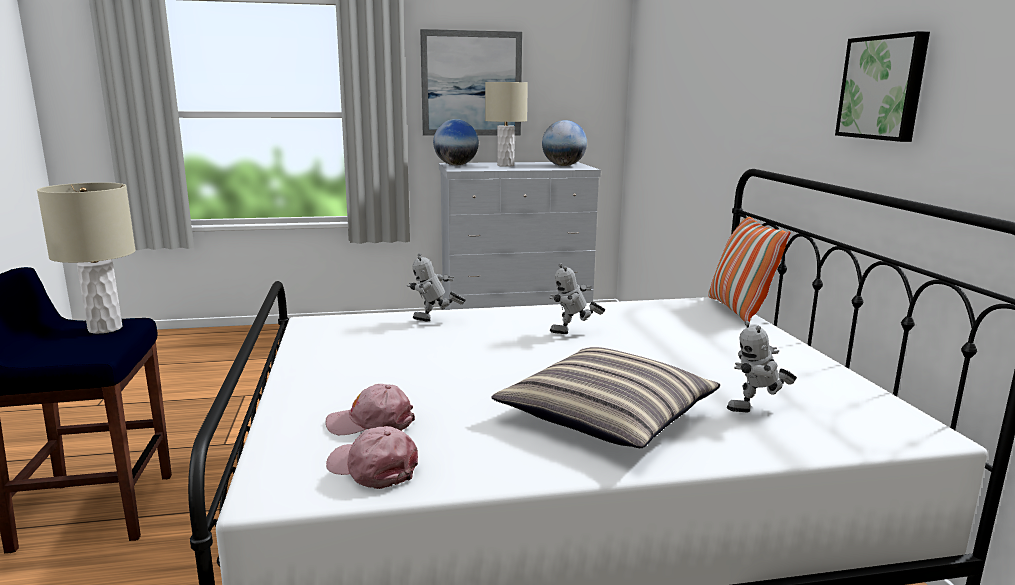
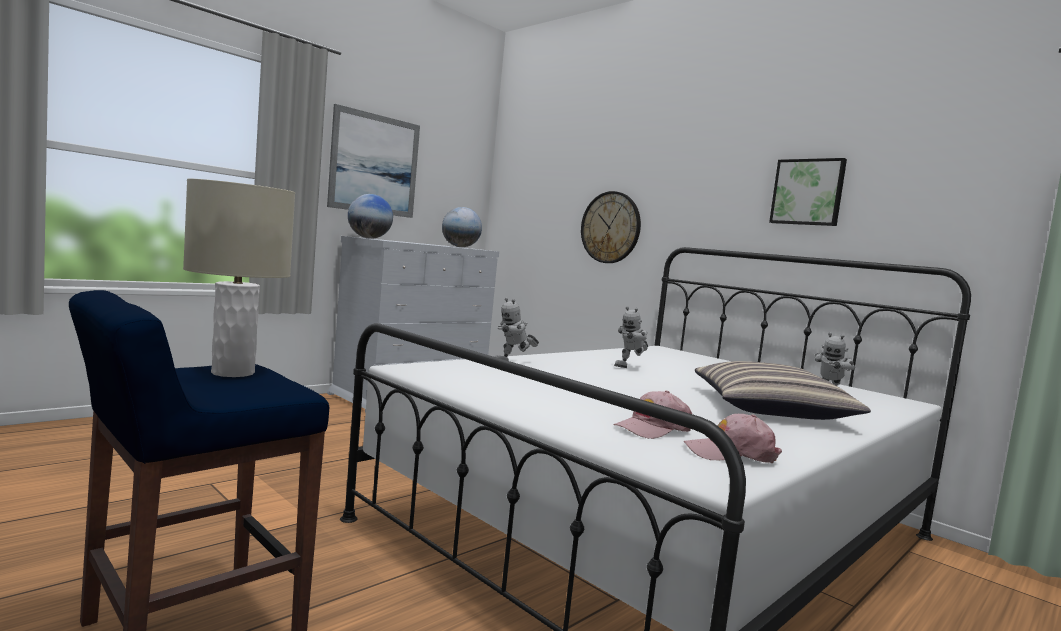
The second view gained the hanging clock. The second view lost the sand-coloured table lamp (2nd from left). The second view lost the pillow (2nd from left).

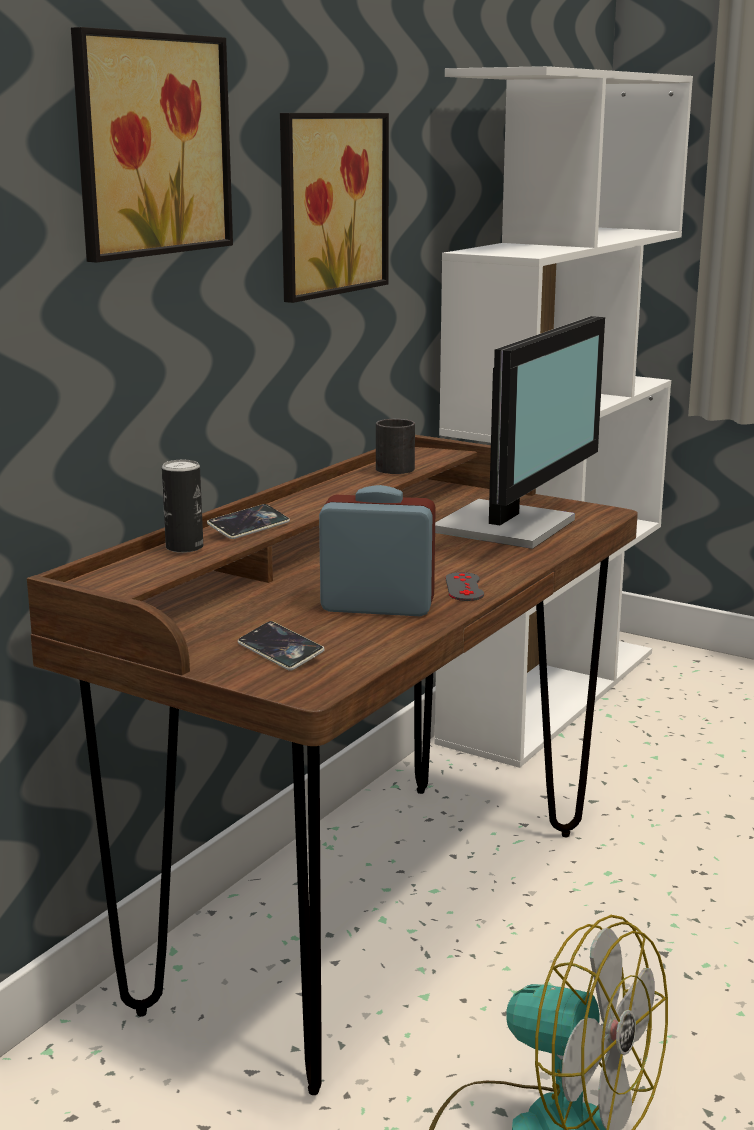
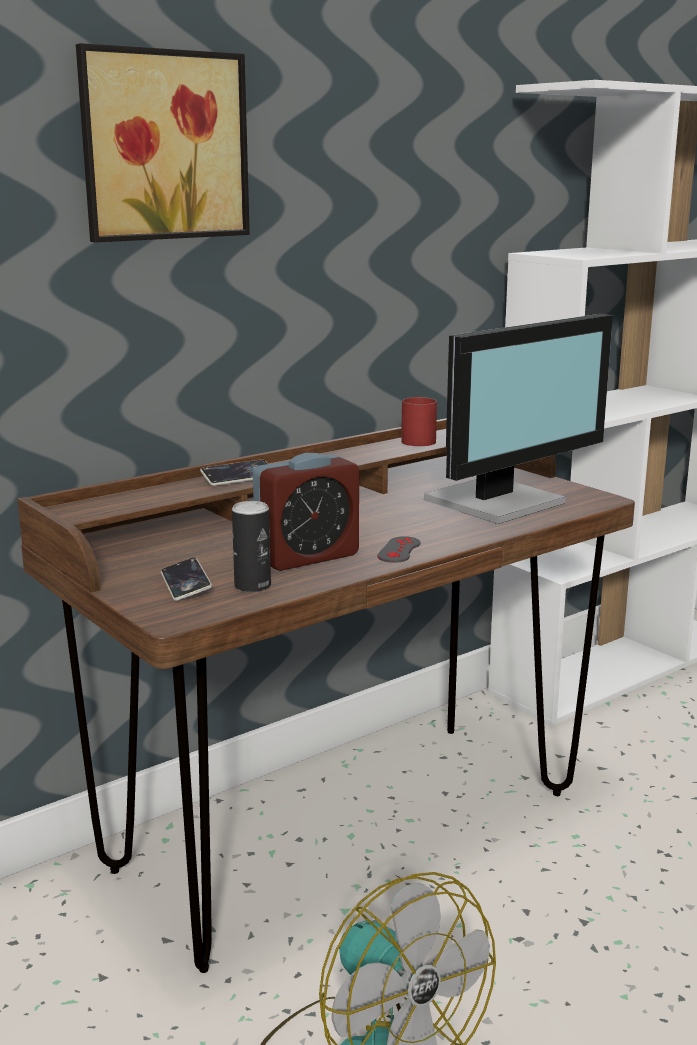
The can ended up elsewhere. The bedside clock ended up facing another way, 120 degrees clockwise from before. What was the black mug turned into the reddish mug. The second view lost the wall art (2nd from left).

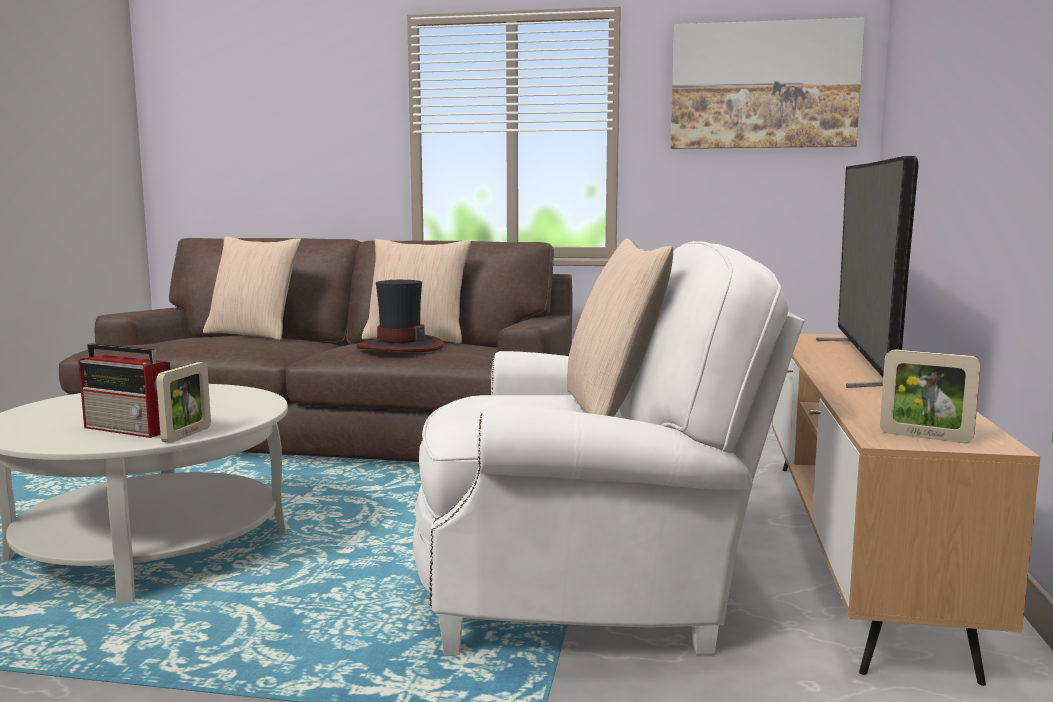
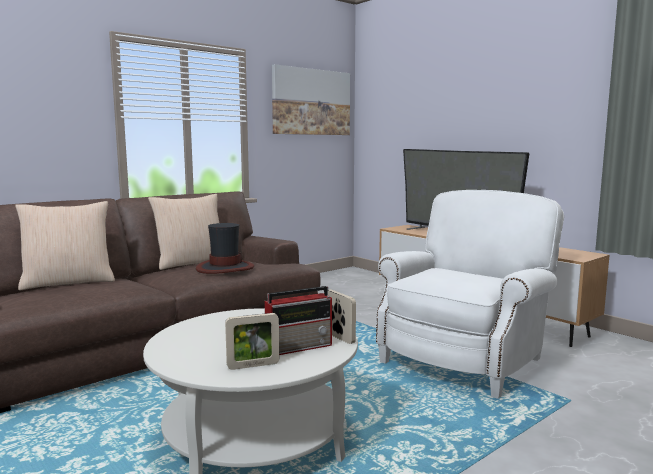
The photo frame (2nd from left in the first image) ended up elsewhere. The second view lost the sand-coloured pillow (3rd from left).

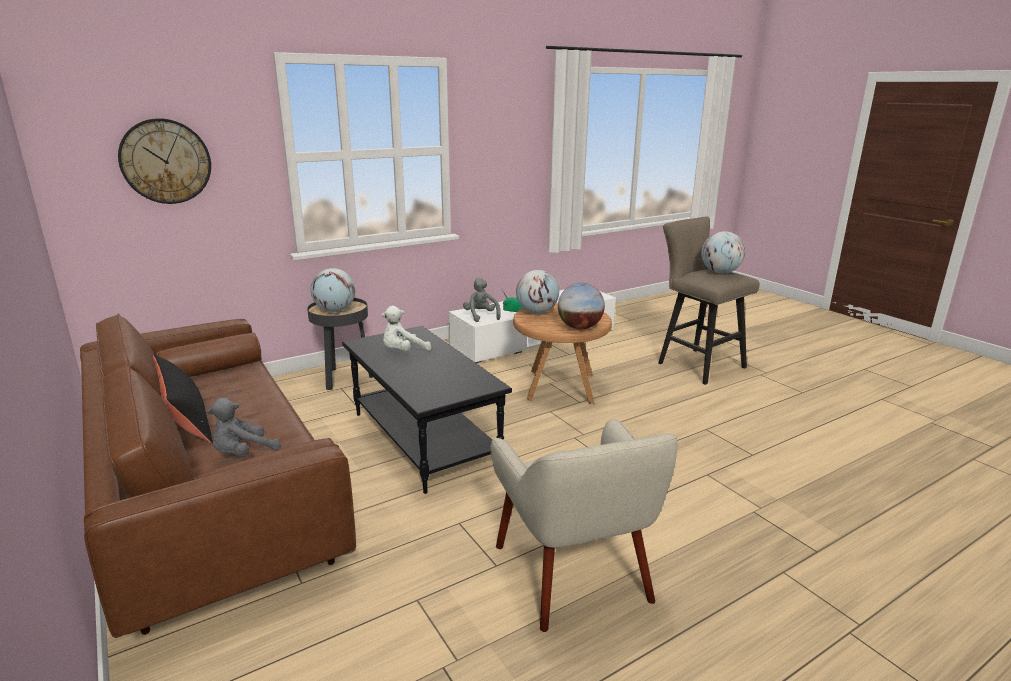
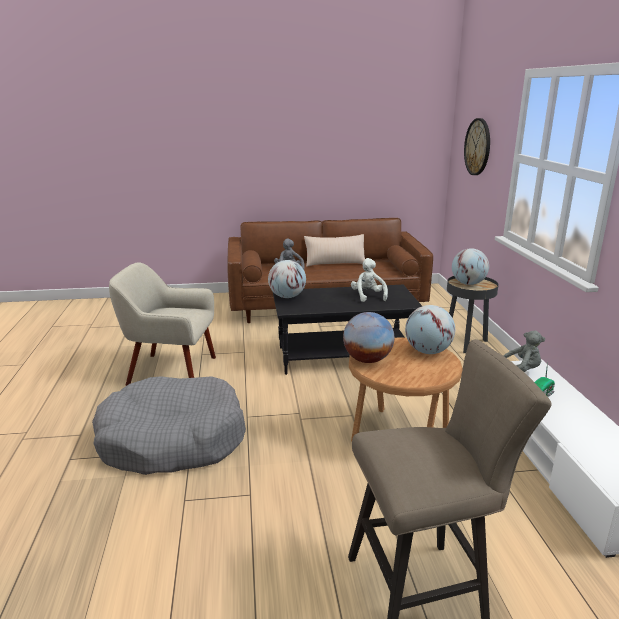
The second view gained the grey dog cushion. The globe (4th from left in the first image) ended up elsewhere. What was the black pillow turned into the sand-coloured pillow.

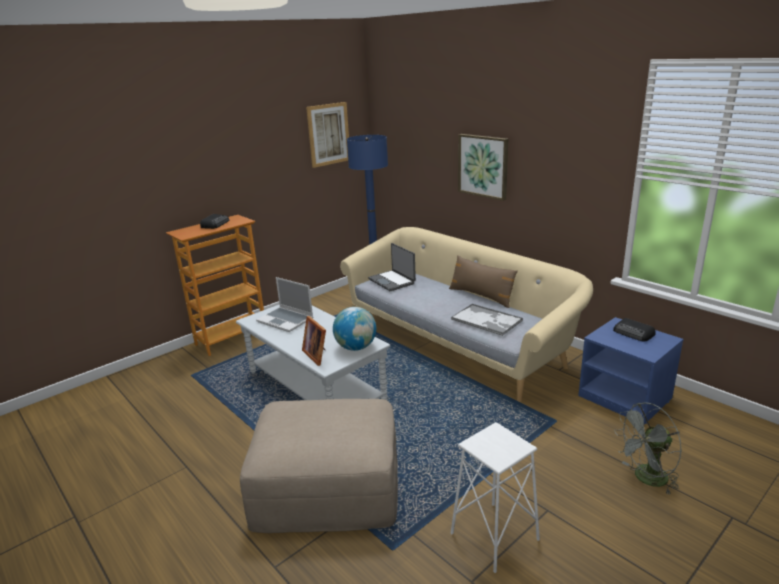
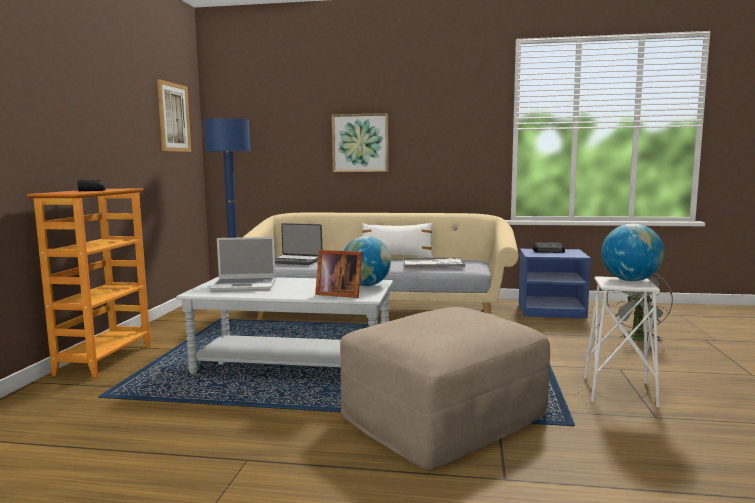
What was the brownish pillow turned into the whitish pillow. The second view gained the globe (2nd from left).

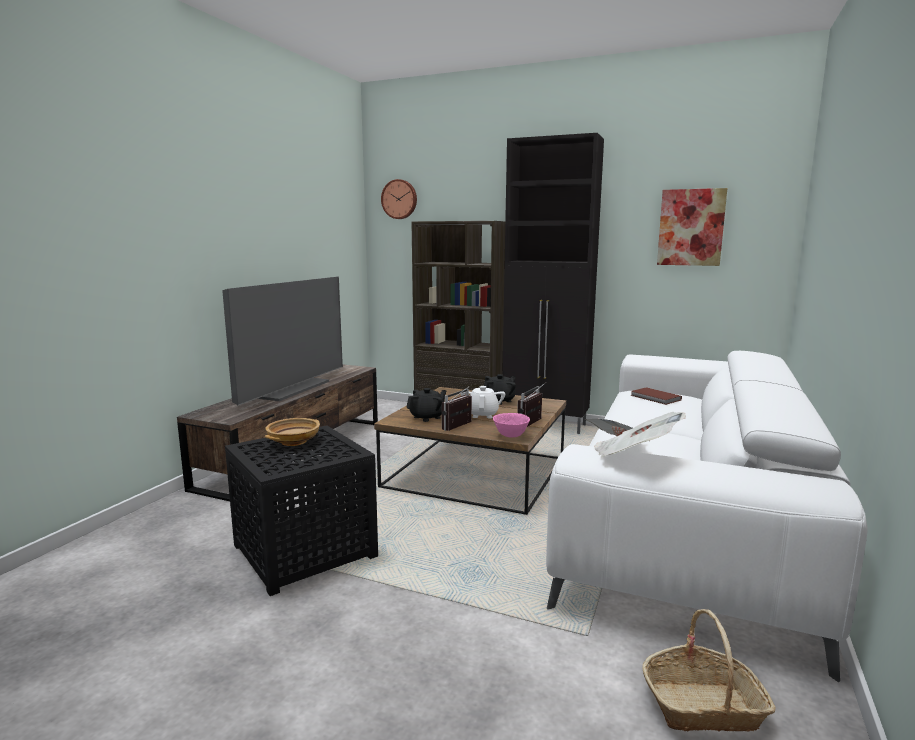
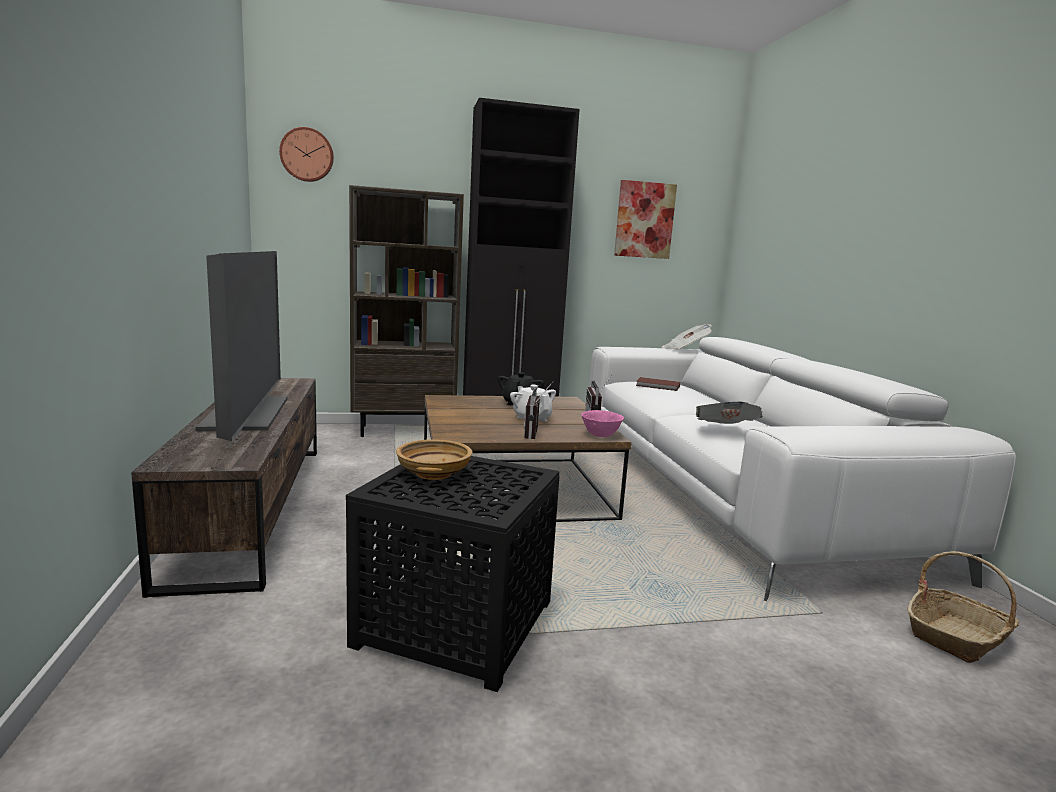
The newspaper (2nd from left in the first image) ended up elsewhere. The second view lost the black pot for tea (1st from left).

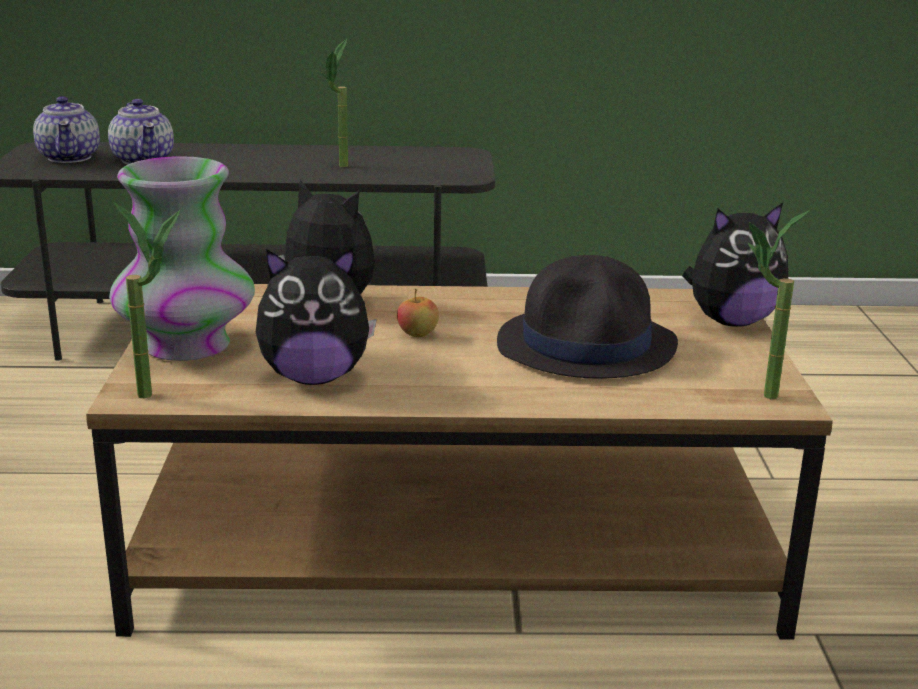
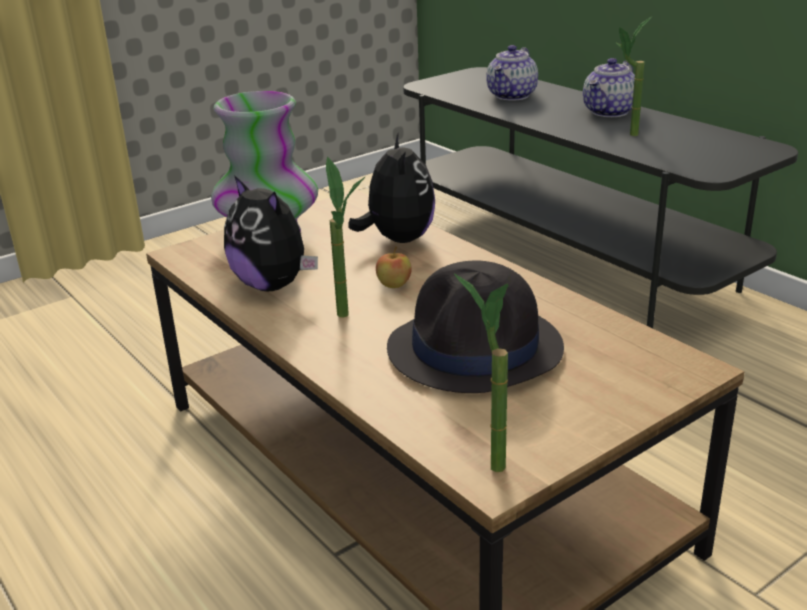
The houseplant (1st from left) ended up elsewhere. The pot for tea (1st from left in the first image) ended up elsewhere. The second view lost the soft toy (3rd from left).

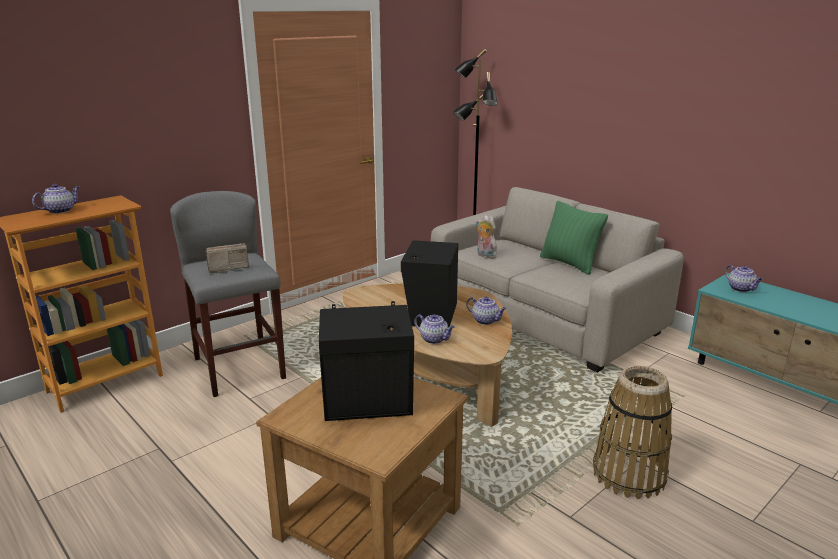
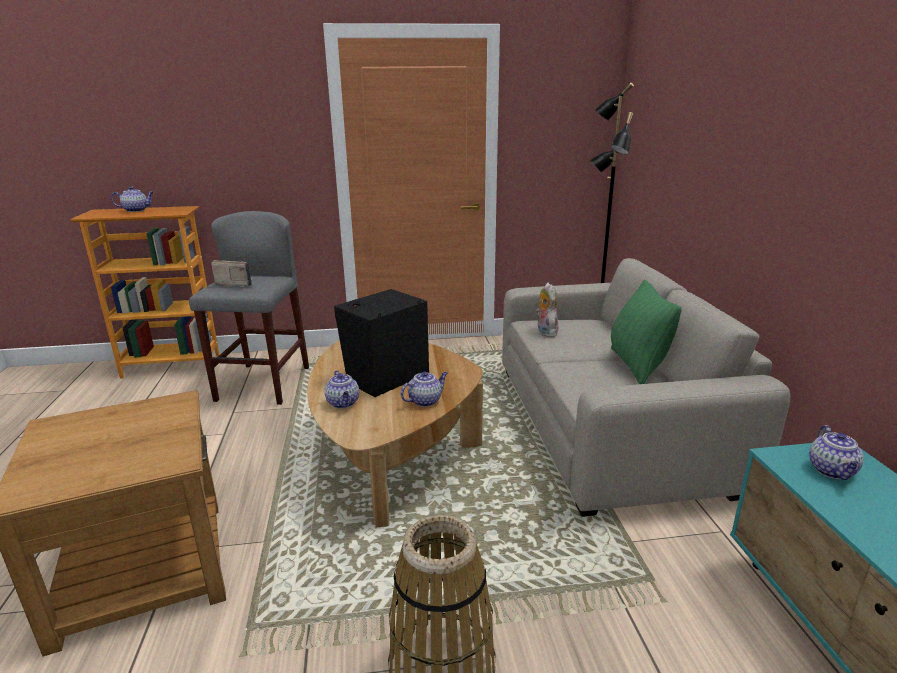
The pot for tea (3rd from left) ended up facing another way, 105 degrees counterclockwise from before. The second view lost the black loudspeaker (1st from left).

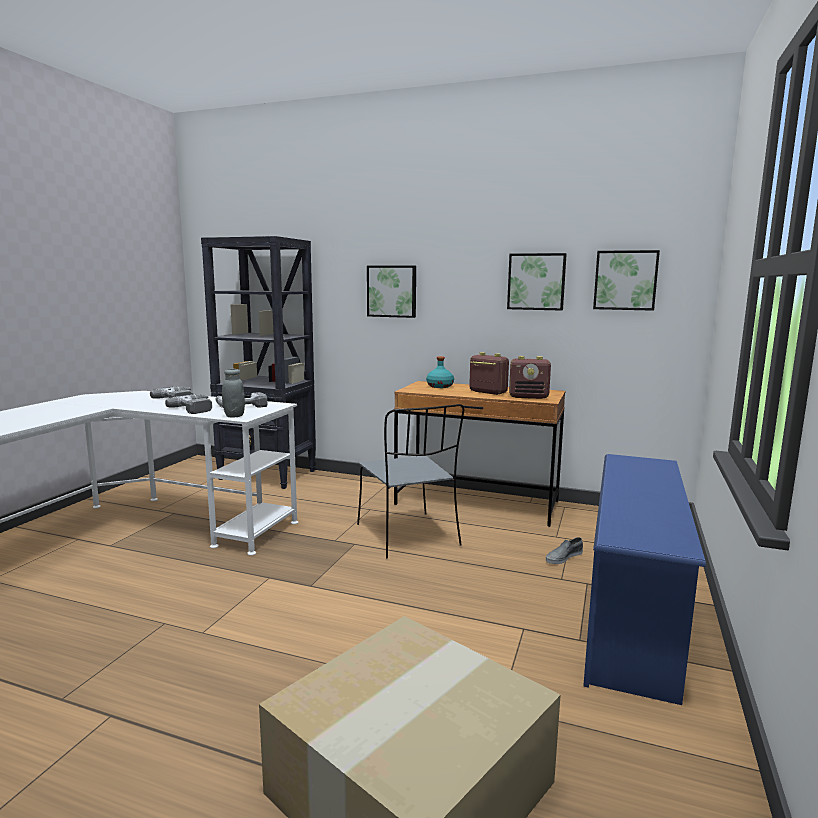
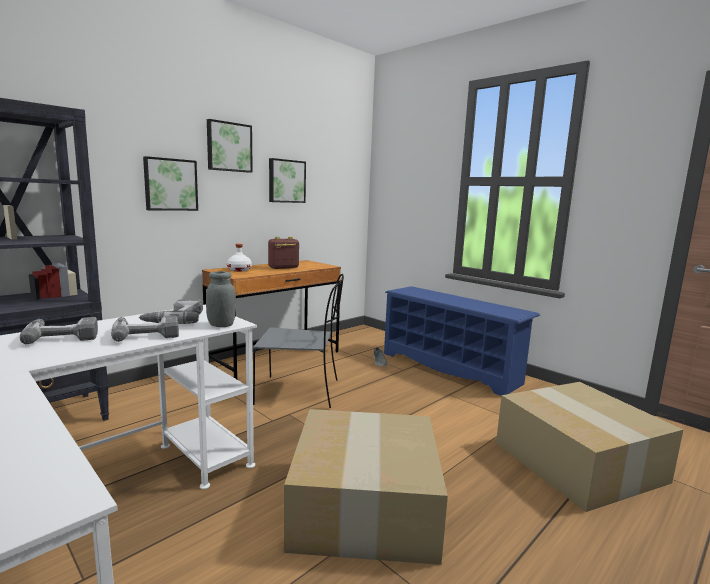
The wall art (3rd from left in the first image) ended up elsewhere. What was the turquoise bottle turned into the whitish bottle. The second view gained the carton (1st from left). The second view lost the radio receiver (2nd from left).

